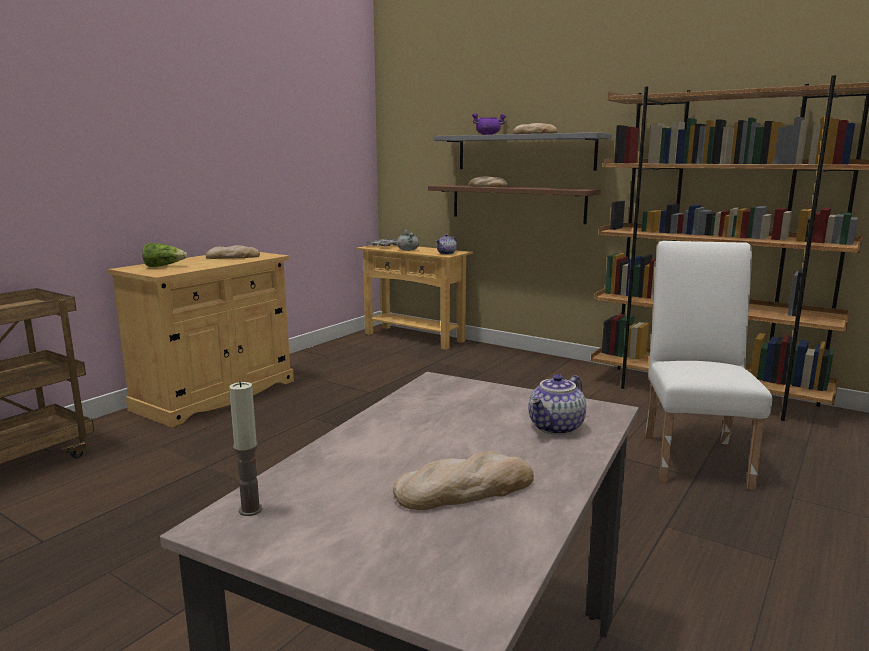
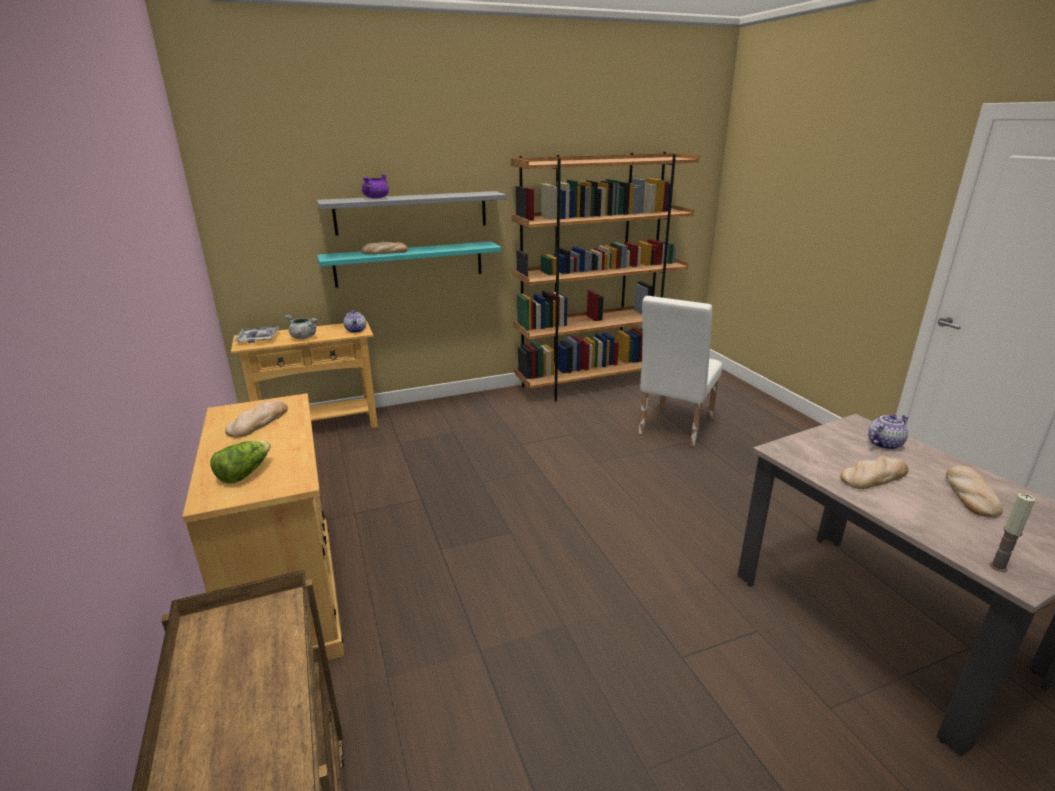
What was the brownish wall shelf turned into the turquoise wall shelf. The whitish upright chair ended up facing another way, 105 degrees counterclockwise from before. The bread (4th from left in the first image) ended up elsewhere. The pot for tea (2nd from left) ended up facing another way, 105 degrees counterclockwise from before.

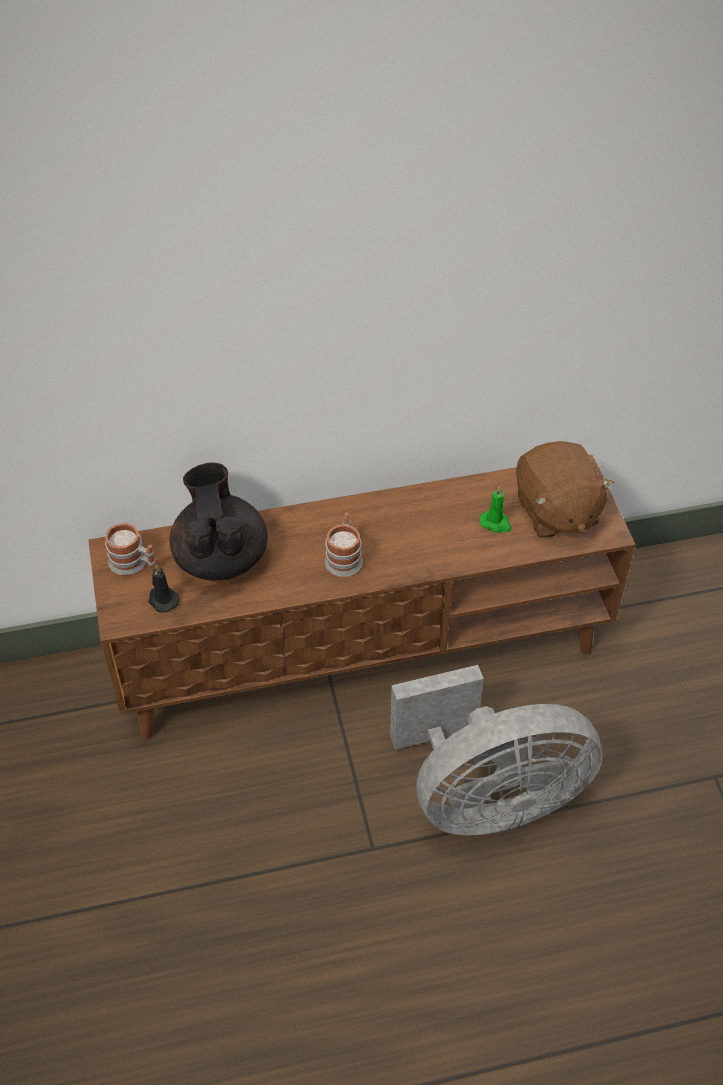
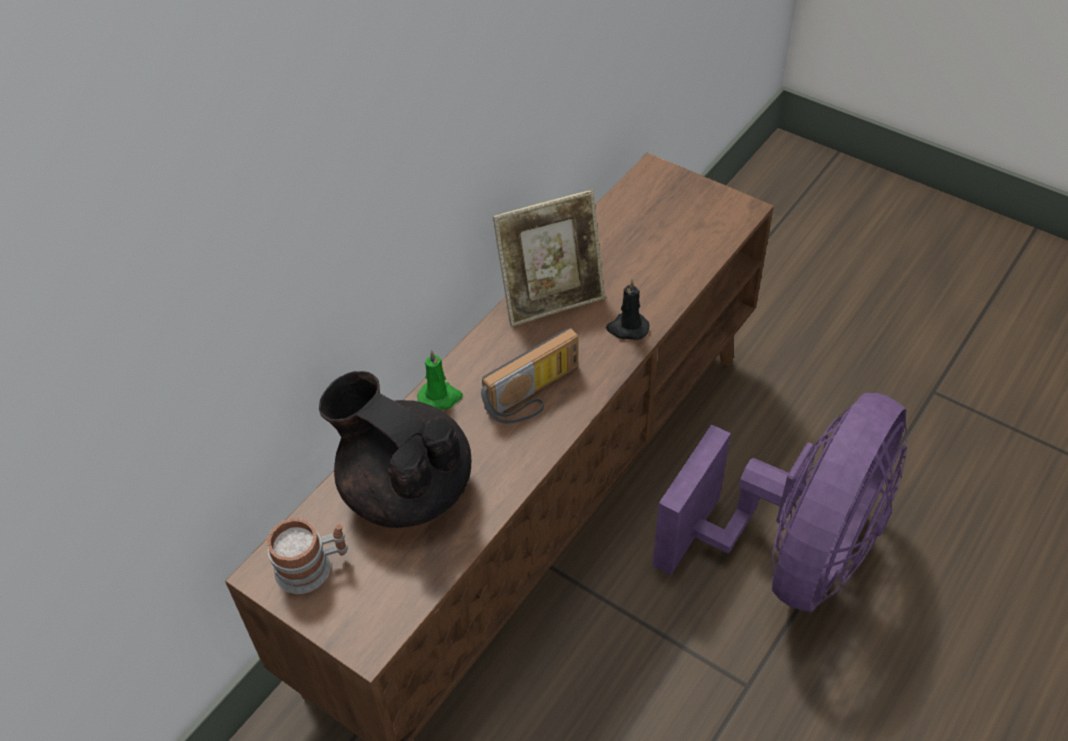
The green wax light ended up elsewhere. Where the mug (2nd from left) stood, the radio receiver came to stand. The second view gained the photo frame. The black wax light ended up elsewhere. What was the grey cooling fan turned into the purple cooling fan. The second view lost the brownish soft toy.

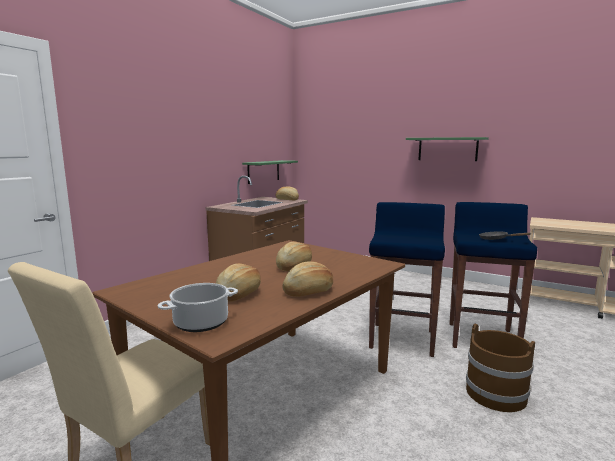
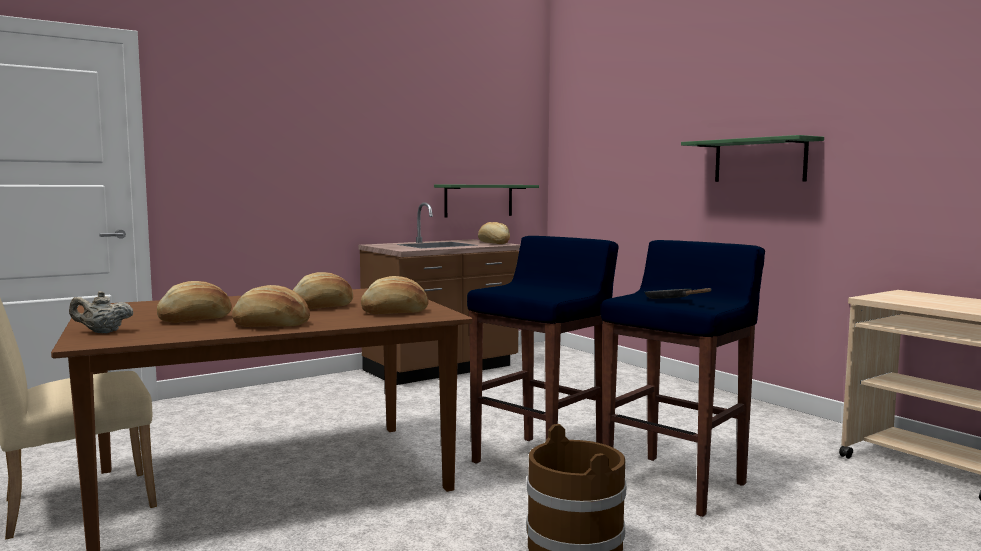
Where the cooking pot stood, the sand-coloured pot for tea came to stand. The second view gained the bread (4th from left).

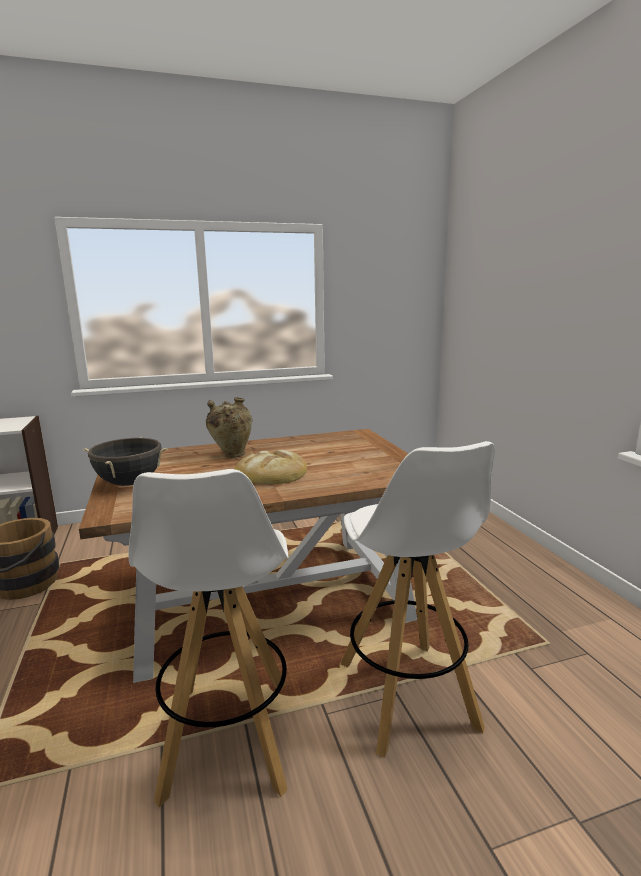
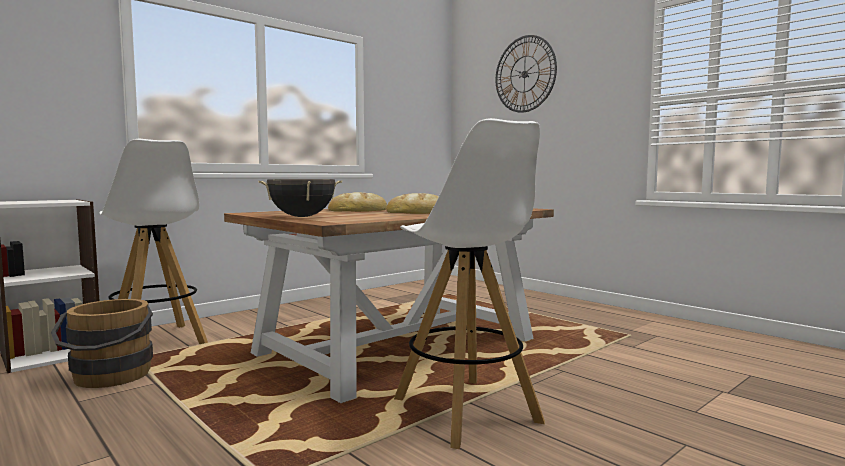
The whitish stool (2nd from left in the first image) ended up elsewhere. Where the sand-coloured flower vase stood, the bread (1st from left) came to stand. The second view gained the hanging clock.

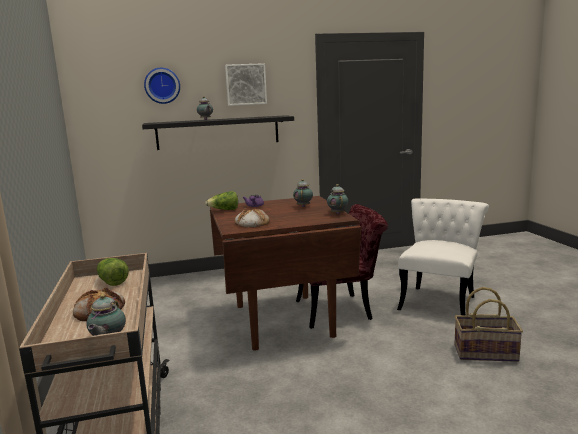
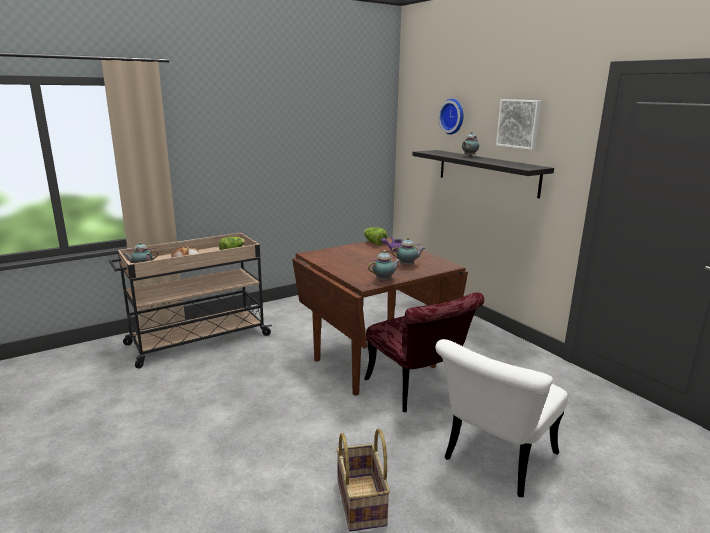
The whitish upright chair ended up facing another way, 120 degrees clockwise from before. The second view lost the bread (2nd from left).

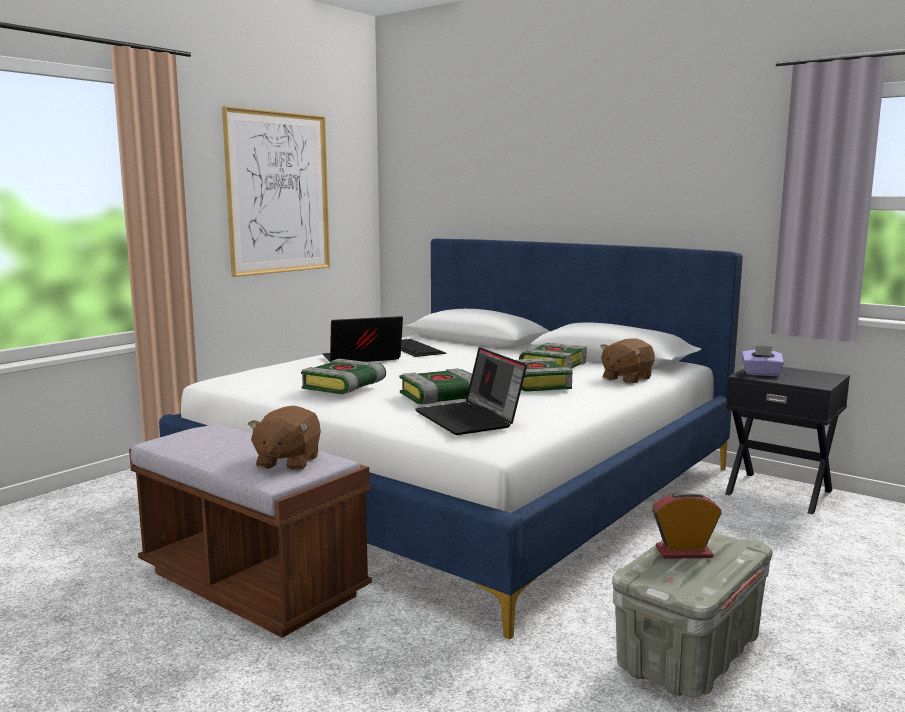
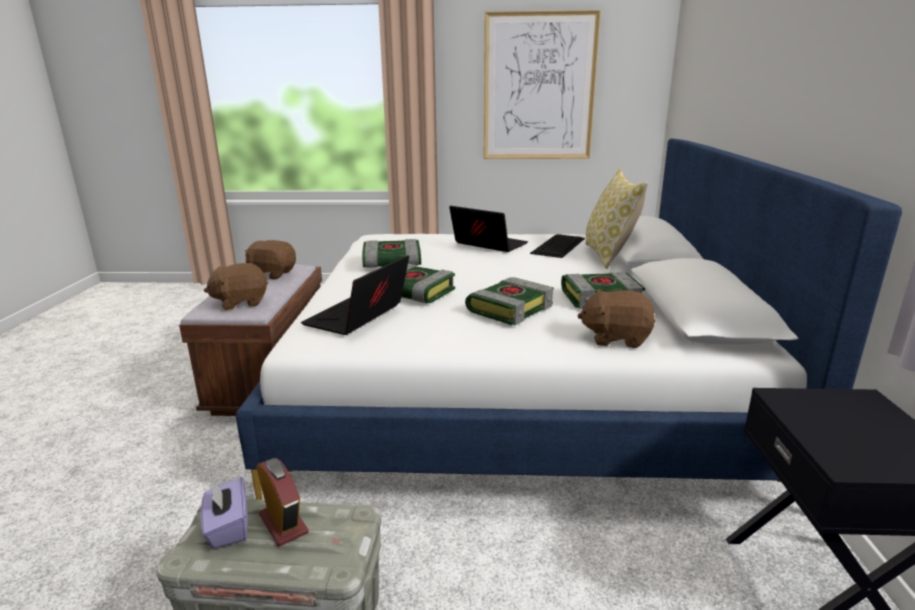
The purple box of tissues ended up elsewhere. The second view gained the brownish soft toy (2nd from left). The second view gained the pillow.

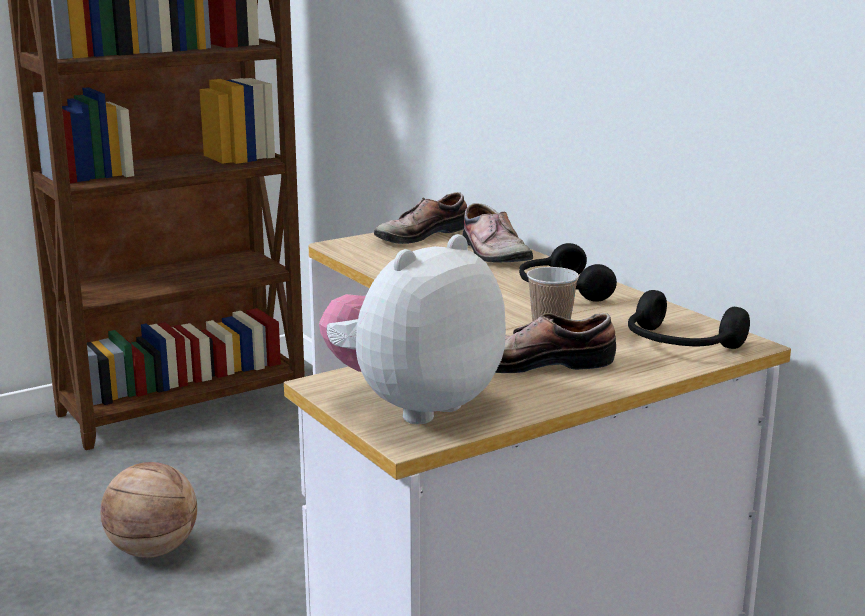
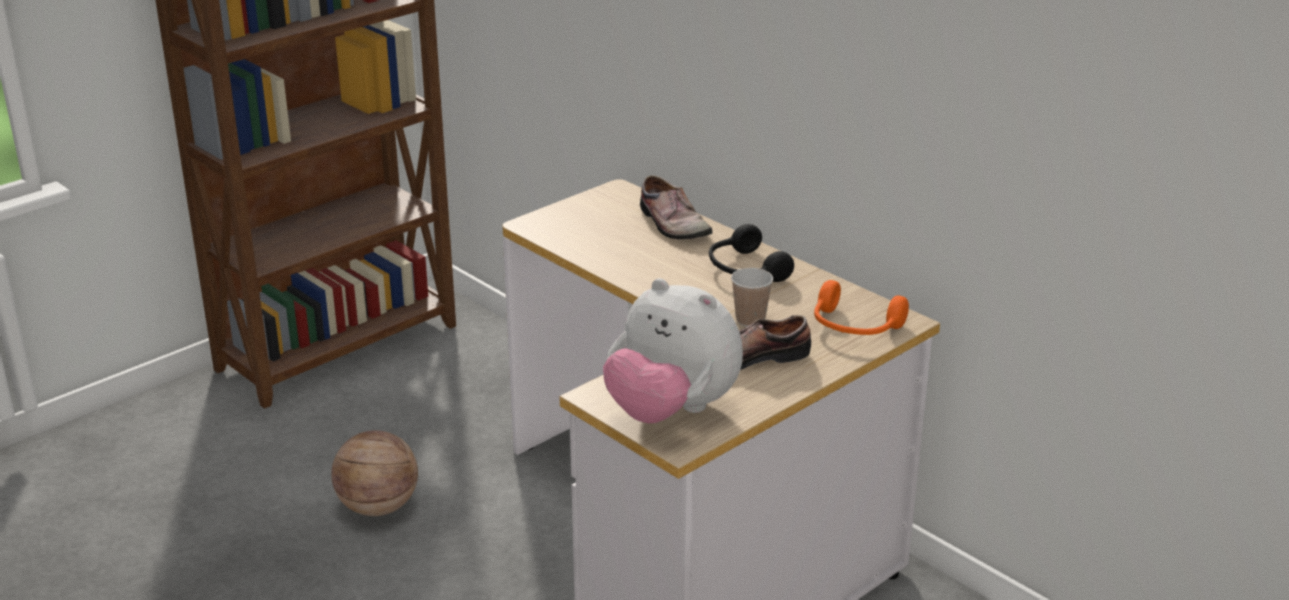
The soft toy ended up facing another way, 90 degrees counterclockwise from before. What was the black headphones (2nd from left) turned into the orange headphones. The second view lost the low shoe (1st from left).

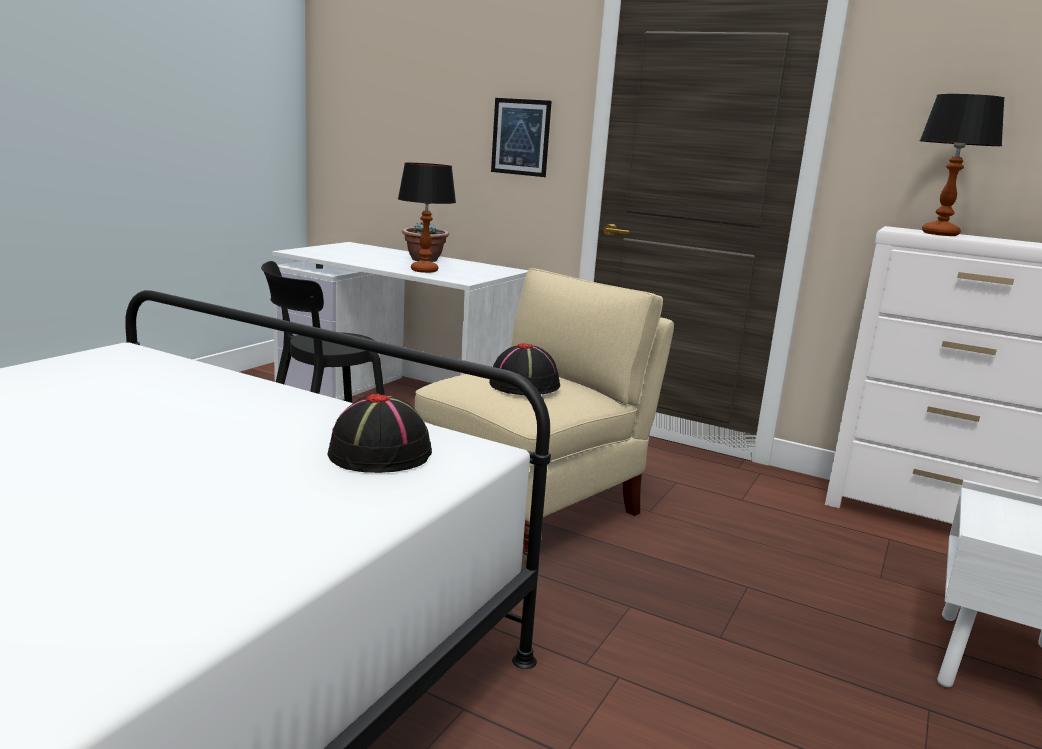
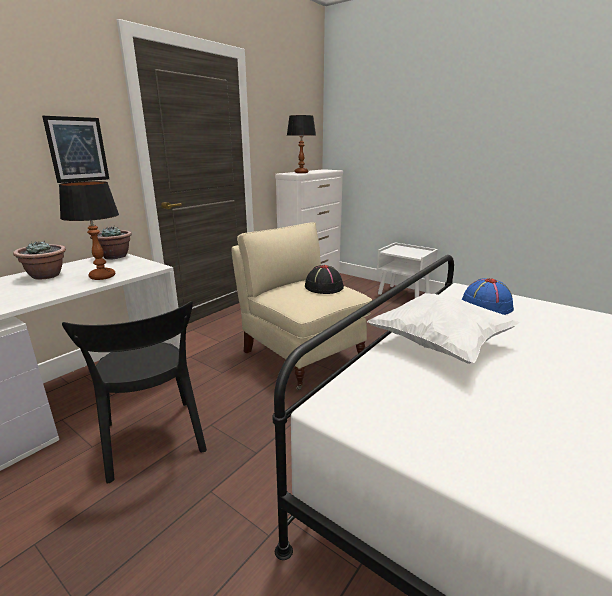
The second view gained the houseplant (2nd from left). The second view gained the whitish pillow. What was the black clothing hat (1st from left) turned into the blue-coloured clothing hat.

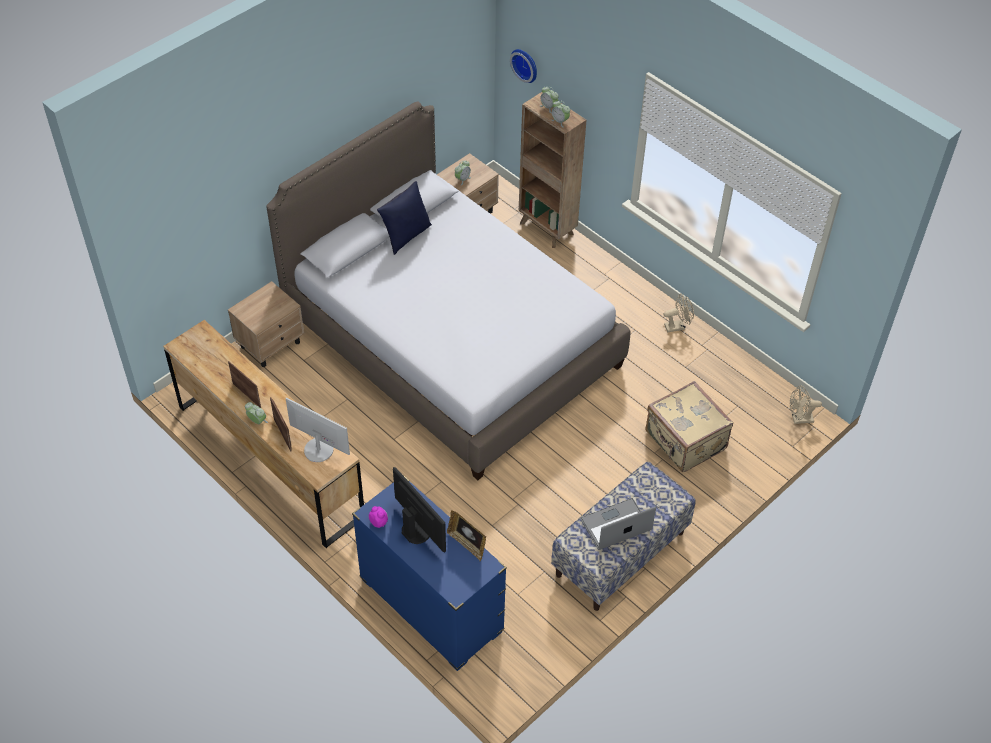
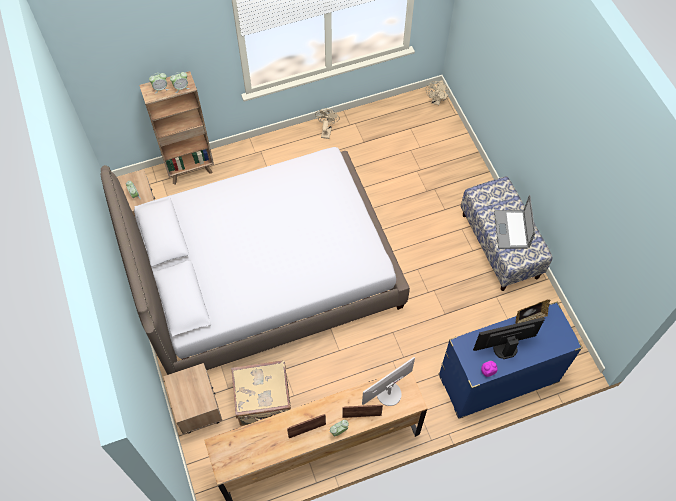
The sand-coloured suitcase ended up elsewhere. The second view lost the blue-coloured pillow. The second view lost the hanging clock.

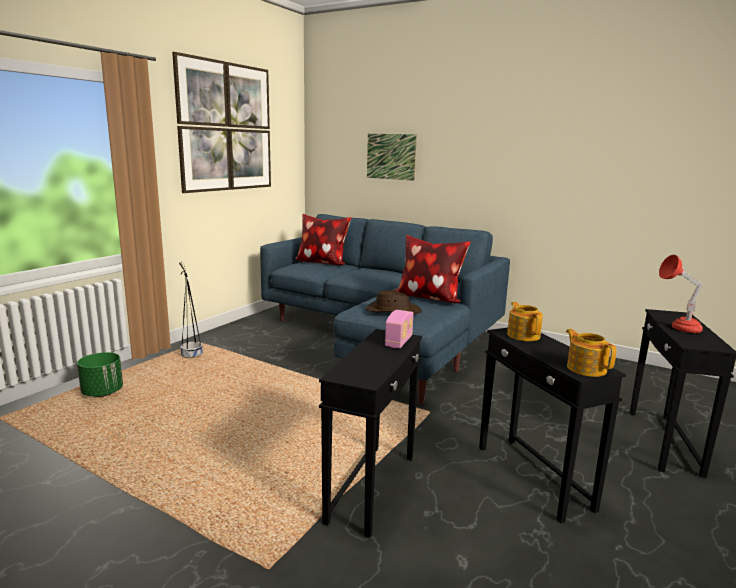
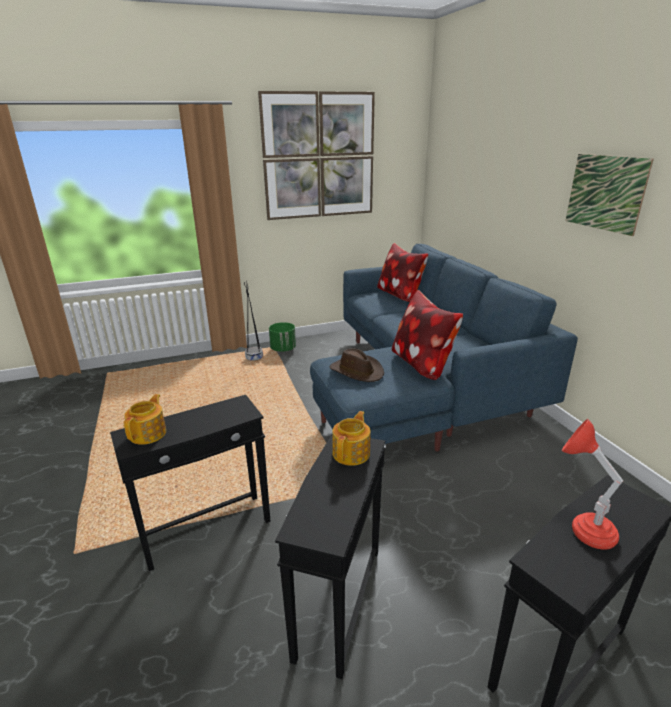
The pot for tea (2nd from left in the first image) ended up elsewhere. The green planter ended up elsewhere. The wall art (2nd from left) ended up elsewhere. The second view lost the radio receiver.

